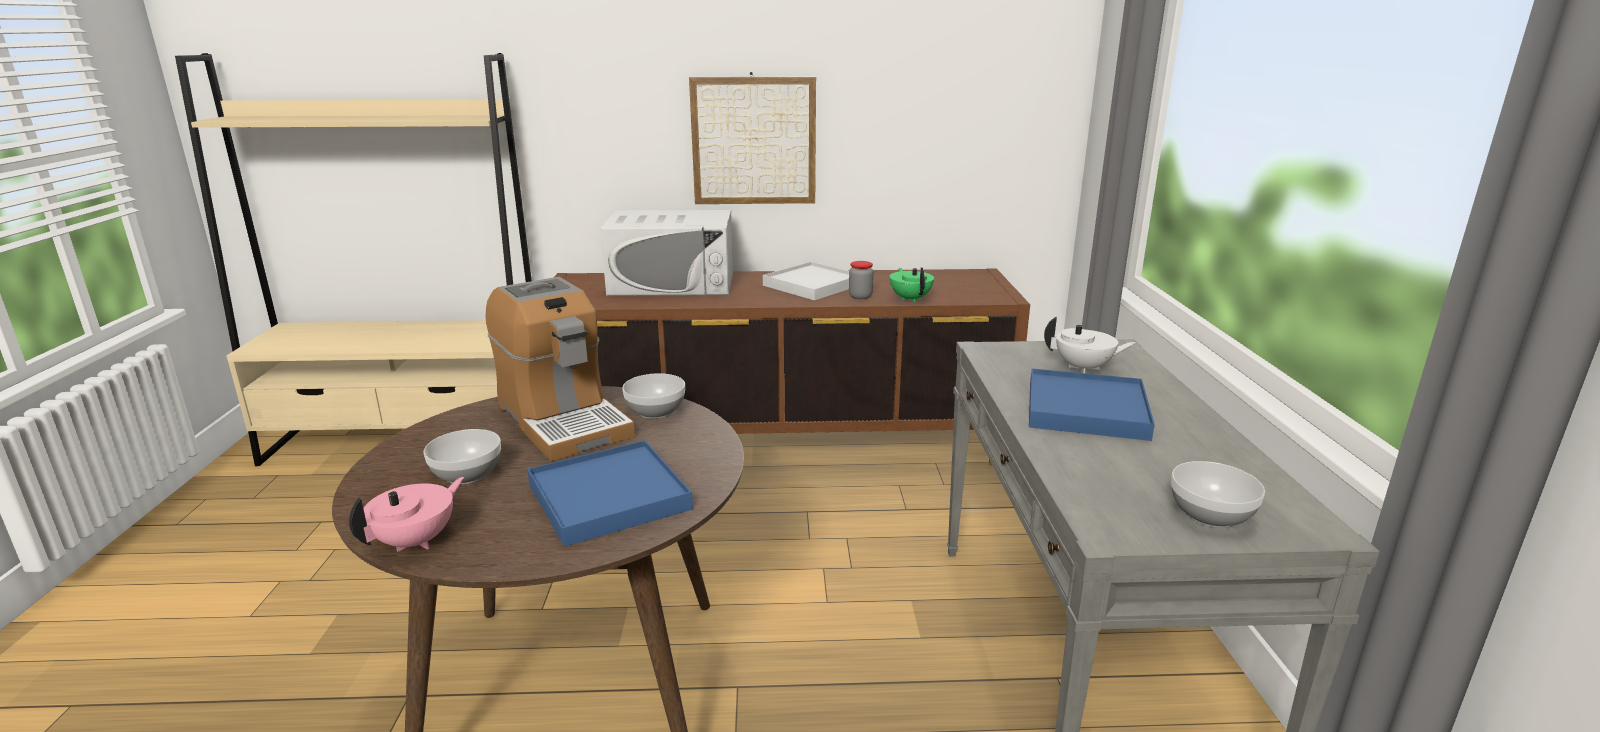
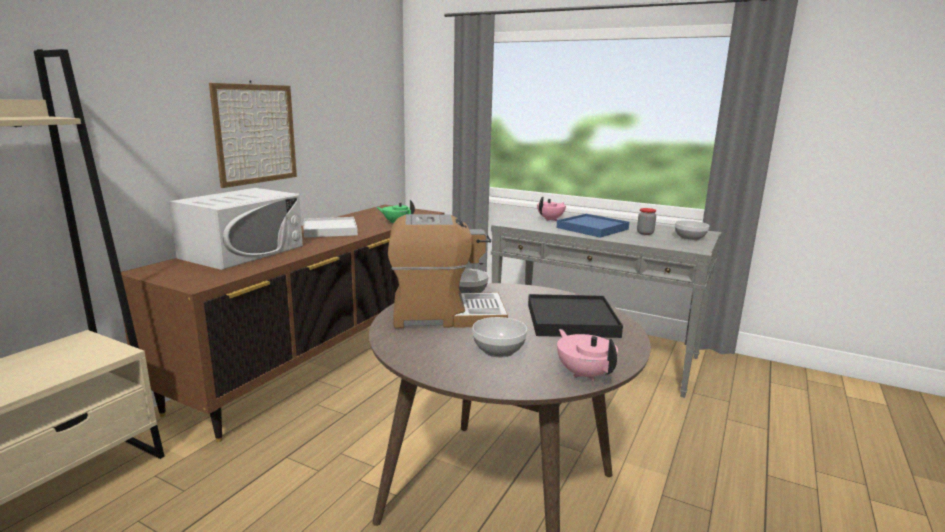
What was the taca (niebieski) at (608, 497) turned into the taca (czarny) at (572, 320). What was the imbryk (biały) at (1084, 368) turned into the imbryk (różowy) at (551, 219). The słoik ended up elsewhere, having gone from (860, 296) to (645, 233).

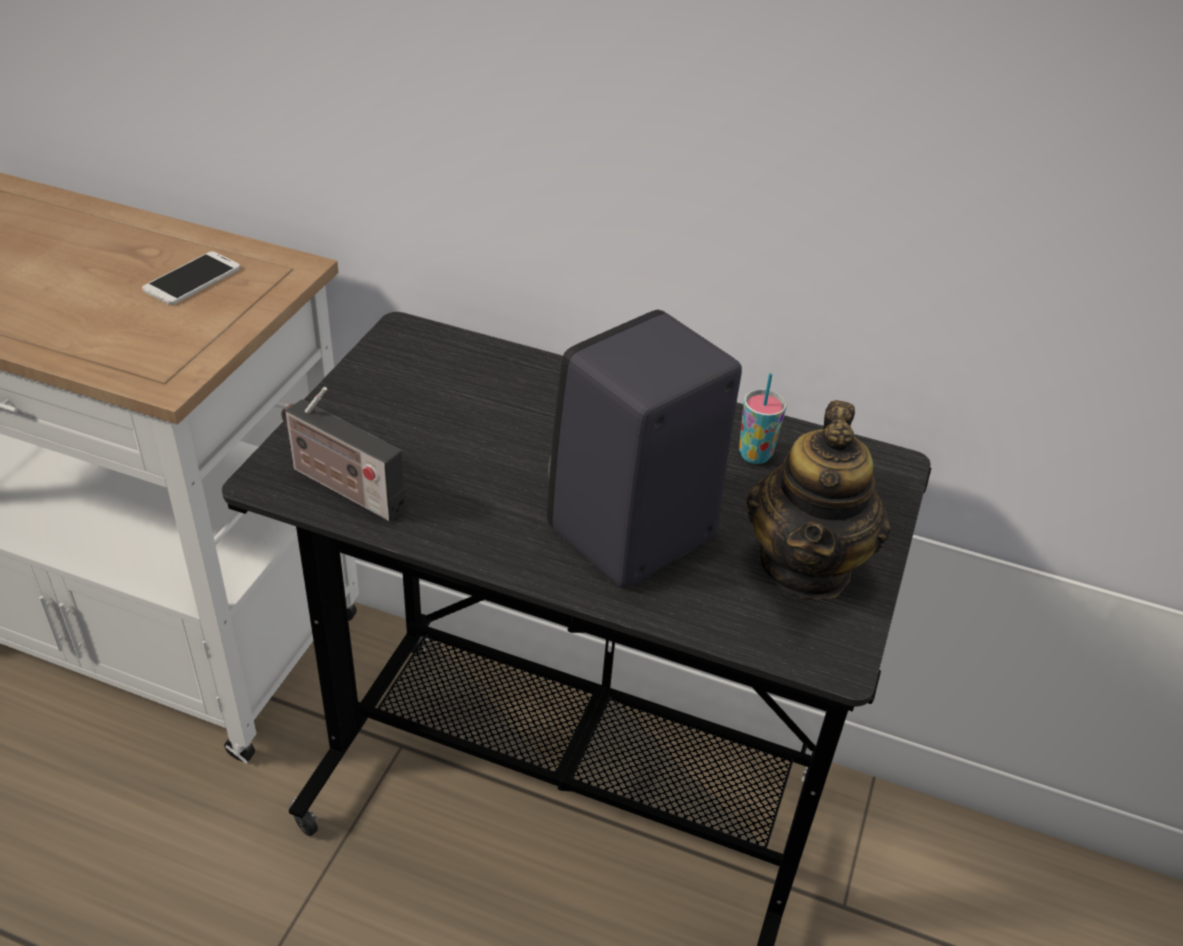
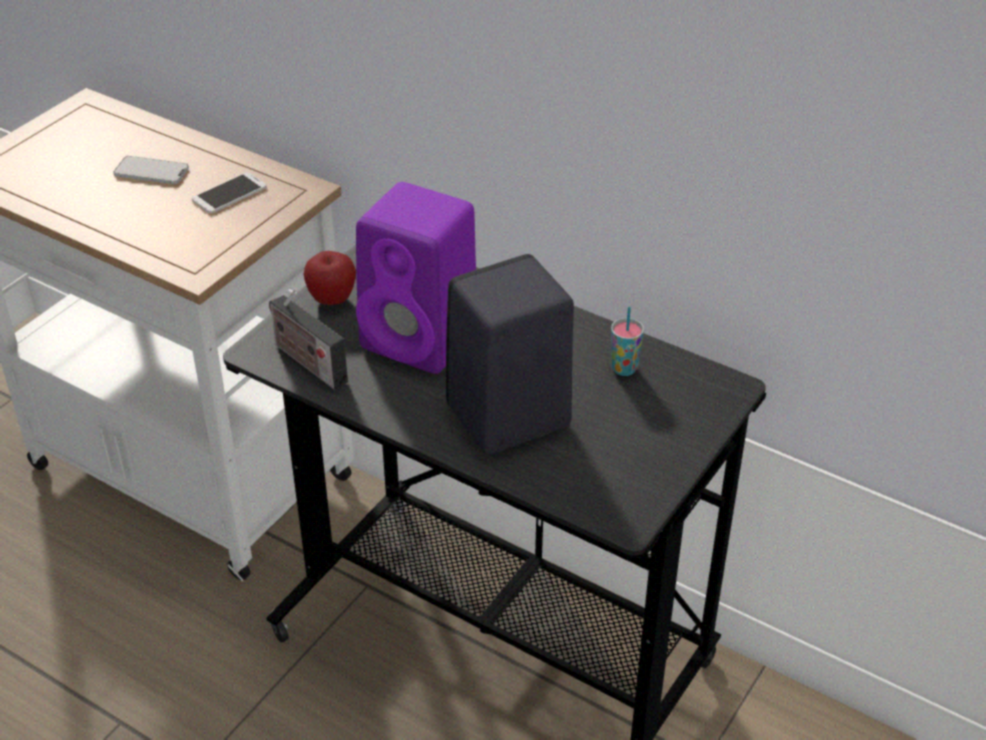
The second view gained the telefon at (151, 172). The second view gained the jabłko at (332, 300). The second view gained the głośnik (fioletowy) at (423, 339). The second view lost the imbryk at (806, 565).

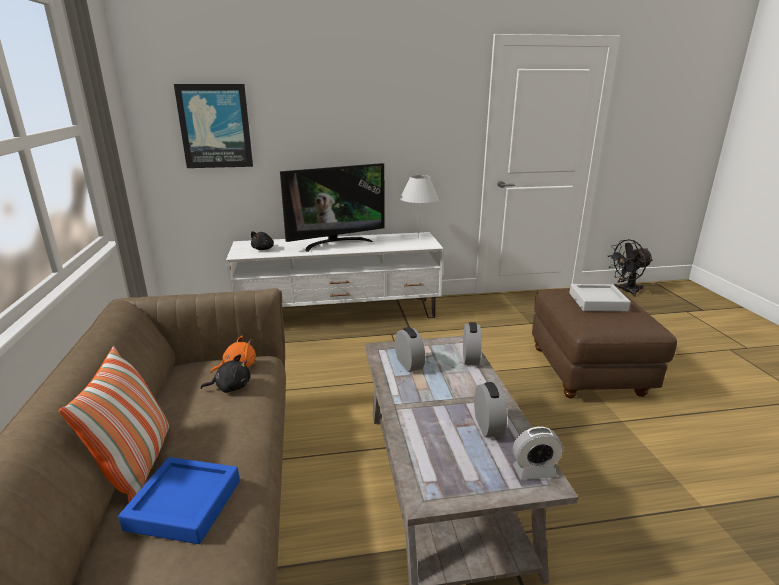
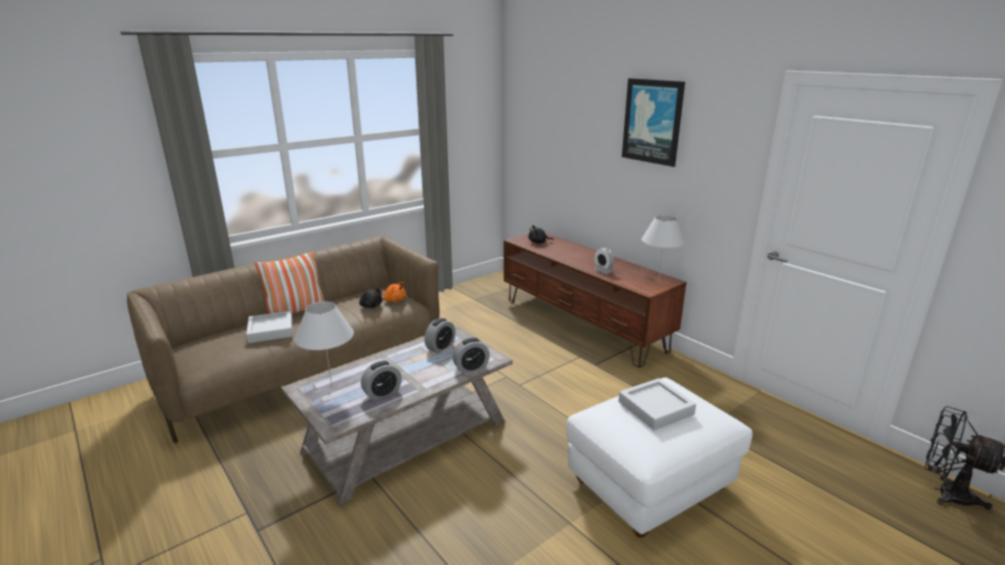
What was the taca (niebieski) at (184, 504) turned into the taca (szary) at (271, 331). The second view gained the lampa stołowa (biały) at (331, 386). What was the szafka pod telewizor (biały) at (340, 314) turned into the szafka pod telewizor (brązowy) at (582, 324). What was the pufa (brązowy) at (589, 371) turned into the pufa (biały) at (649, 487). The budzik ended up elsewhere, having gone from (534, 471) to (603, 271). The obraz ended up elsewhere, having gone from (215, 126) to (652, 121). The second view lost the telewizor at (335, 243).

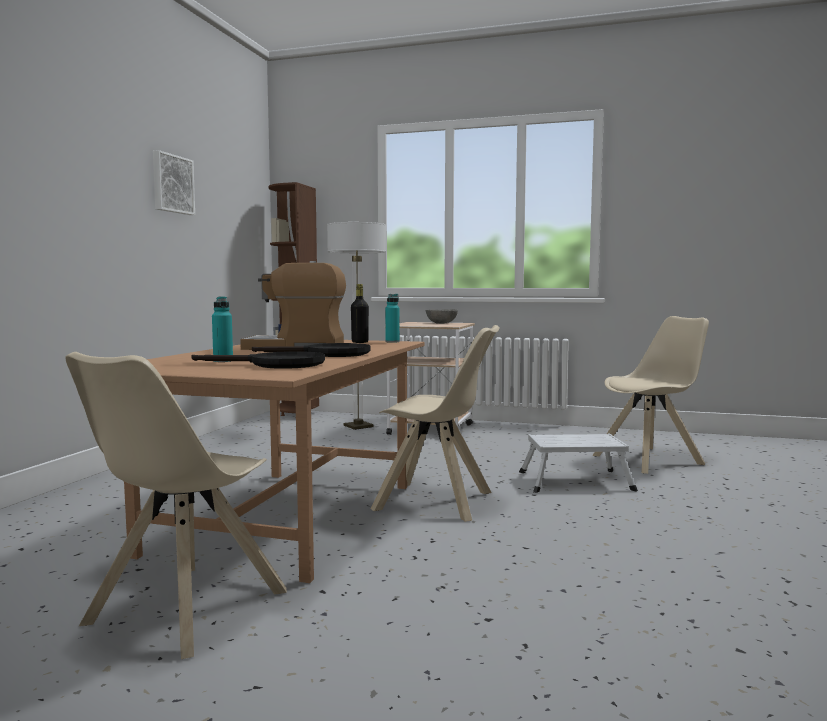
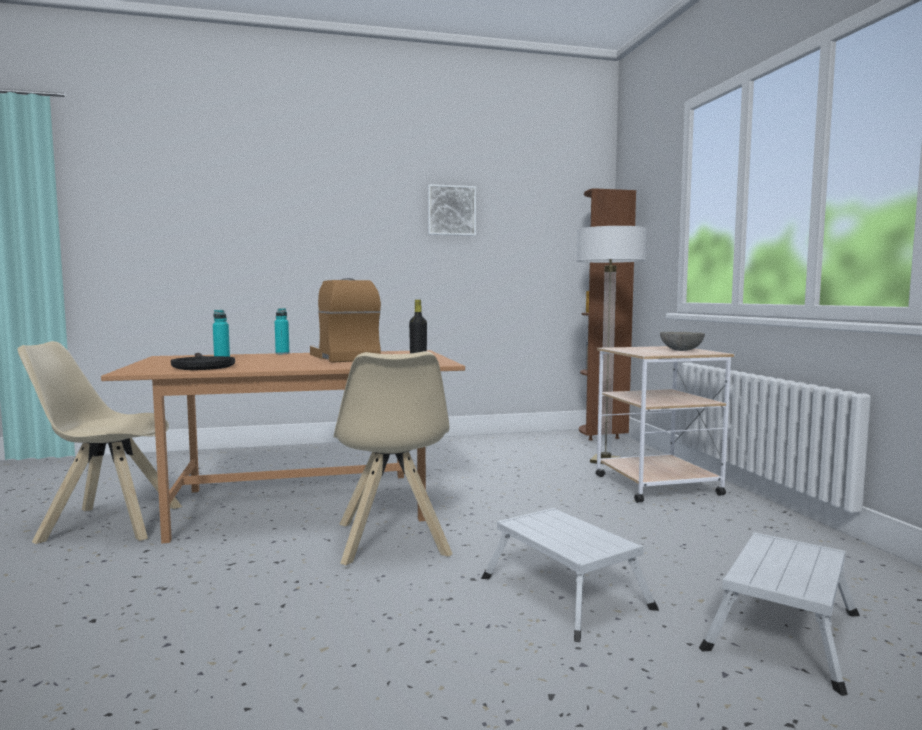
The butelka (turkusowy) ended up elsewhere, having gone from (392, 342) to (282, 353). Where the krzesło (beżowy) stood at (650, 460), the drabinka (biały) came to stand at (782, 632). The second view lost the patelnia (czarny) at (328, 354).

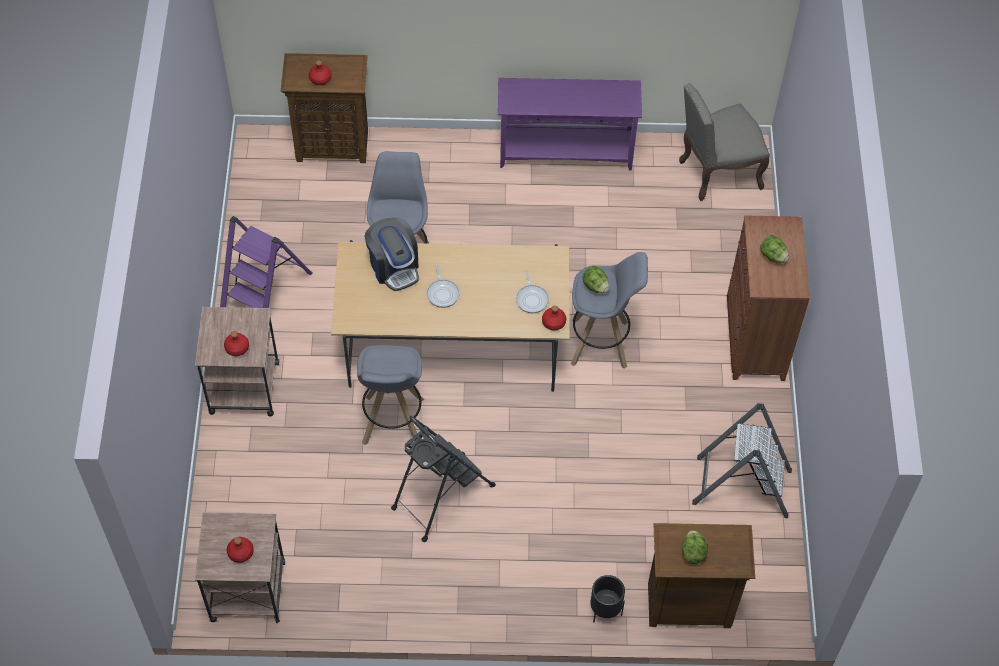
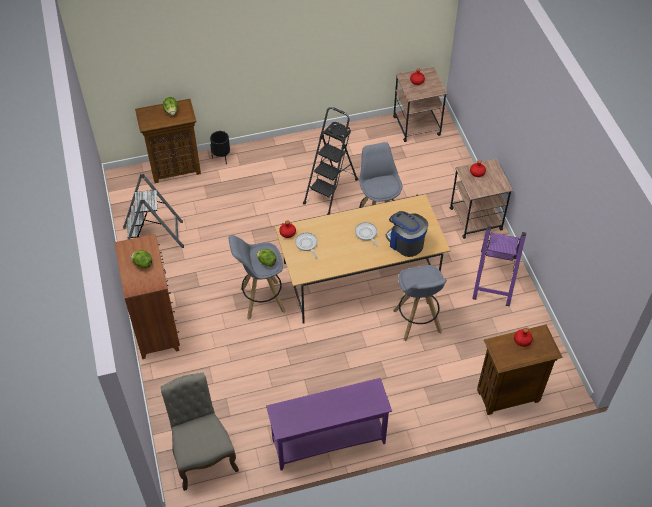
The krzesło (szary) at (717, 172) ended up facing another way, 75 degrees counterclockwise from before.

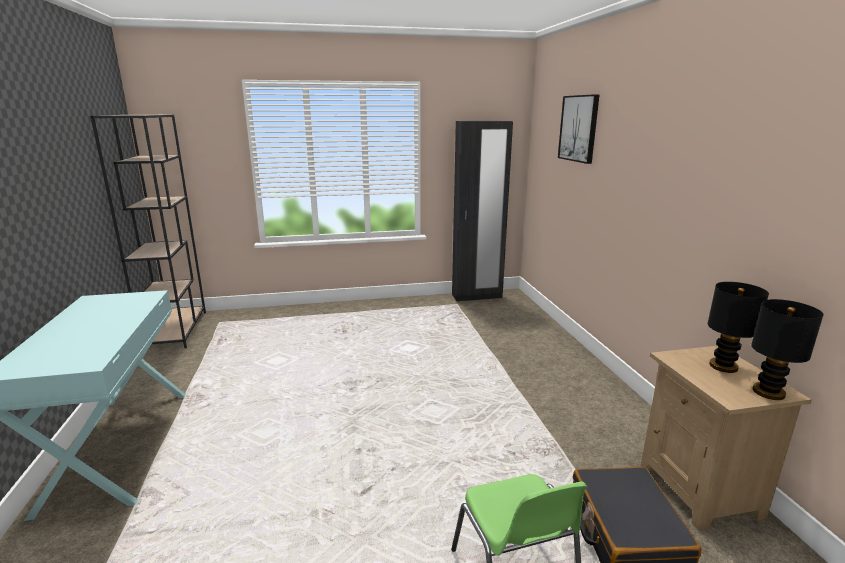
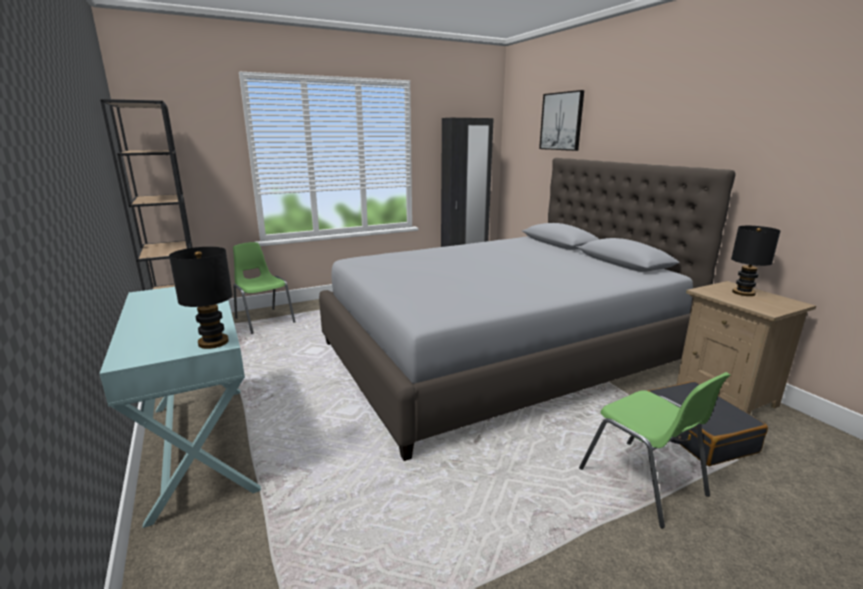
The lampa stołowa (czarny) ended up elsewhere, having gone from (767, 392) to (213, 342). The second view gained the krzesło (zielony) at (264, 320). The second view gained the łóżko (szary) at (500, 354).

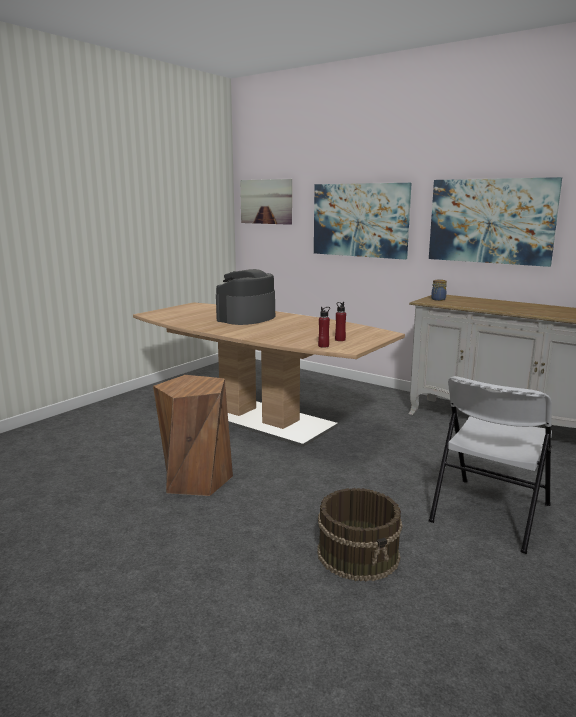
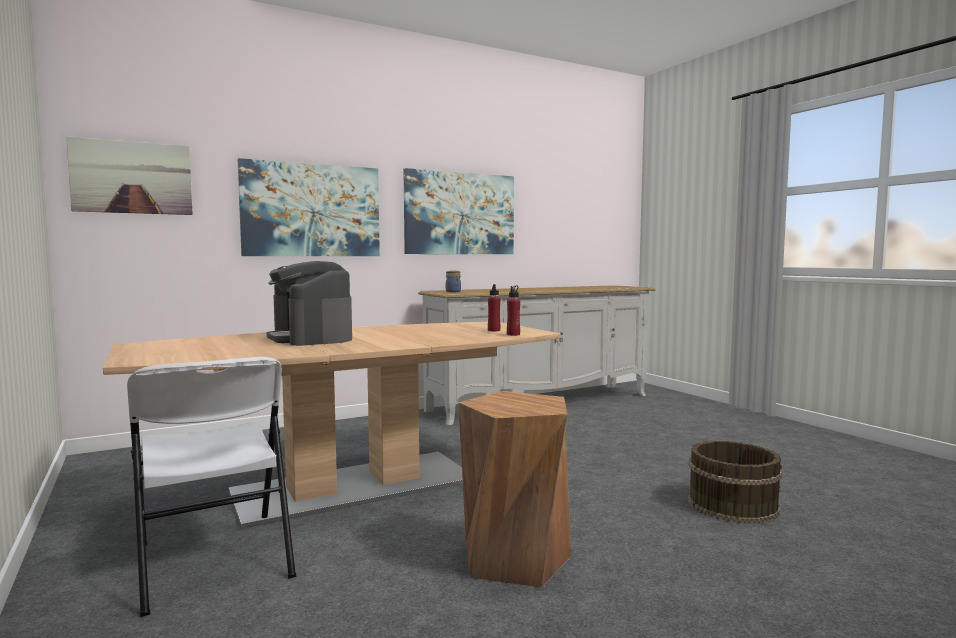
The krzesło (biały) ended up elsewhere, having gone from (490, 513) to (213, 561).

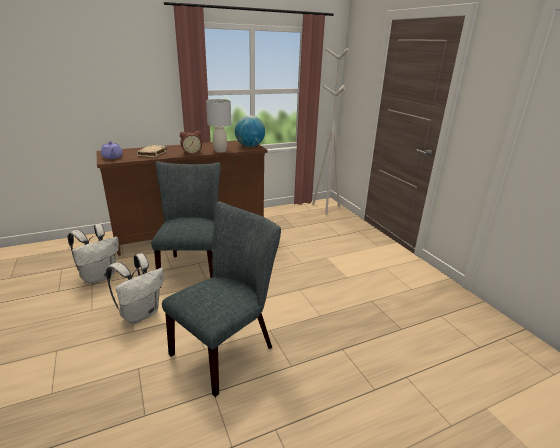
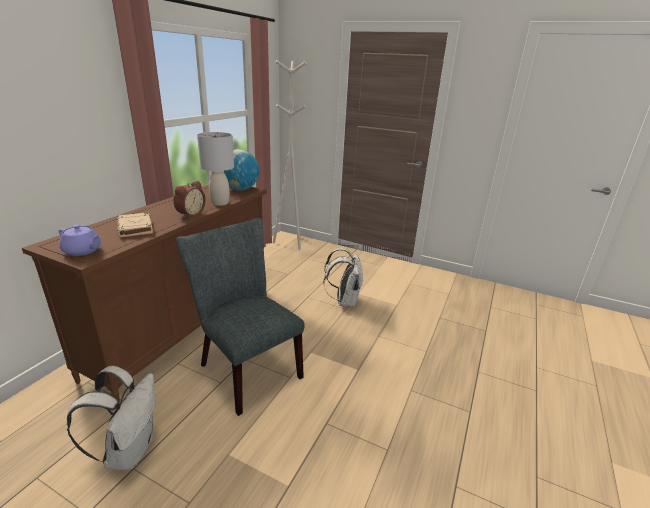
The plecak (biały) ended up elsewhere, having gone from (140, 313) to (344, 301). The second view lost the krzesło (szary) at (227, 348).

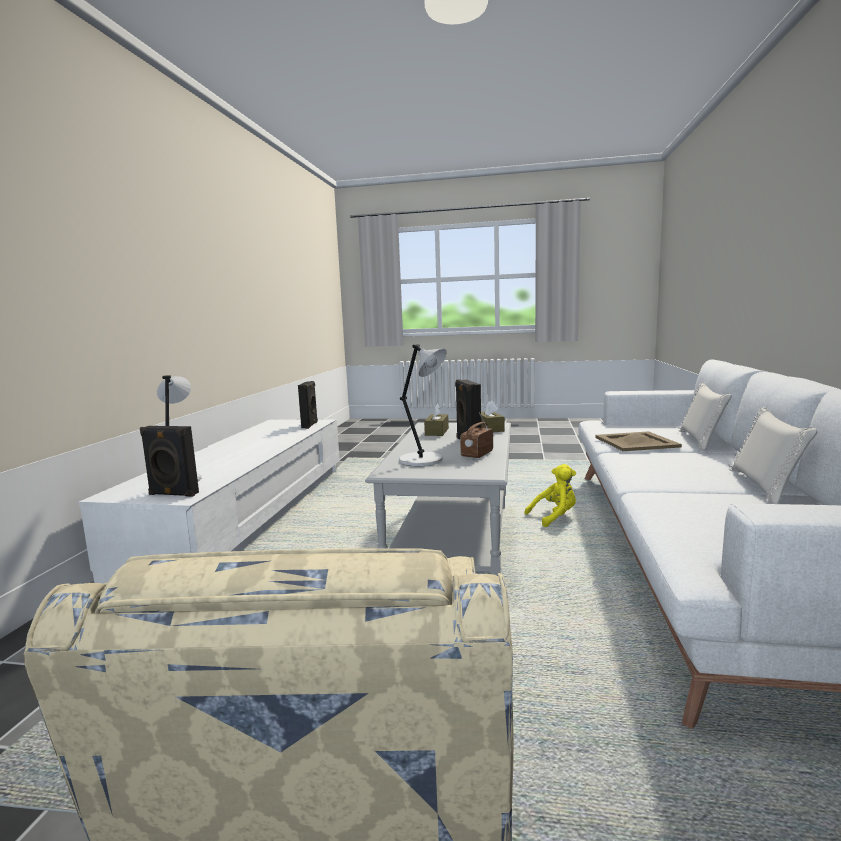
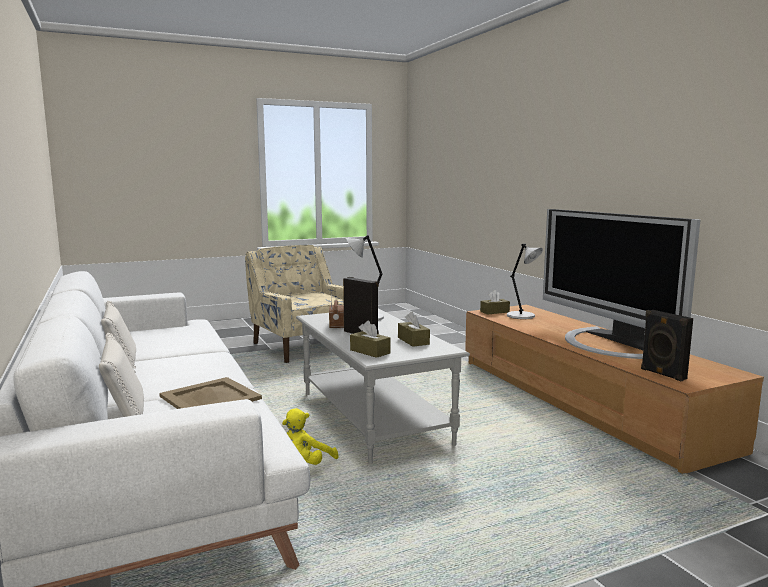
What was the szafka pod telewizor (biały) at (248, 514) turned into the szafka pod telewizor (brązowy) at (582, 400). Where the głośnik (czarny) stood at (172, 494), the pudełko chusteczek (brązowy) came to stand at (494, 312). The second view gained the telewizor at (611, 344).

